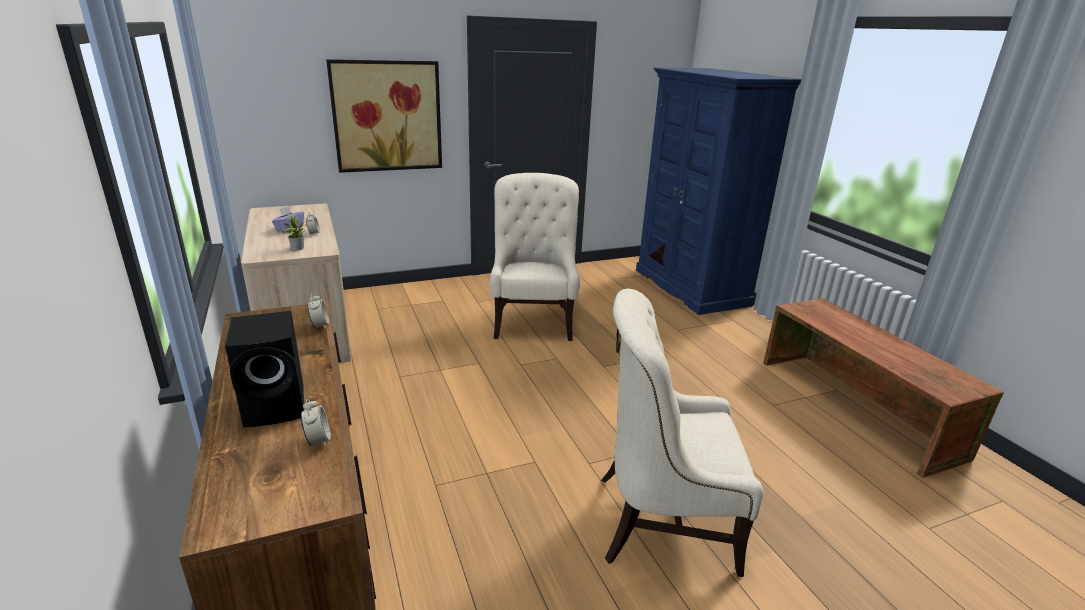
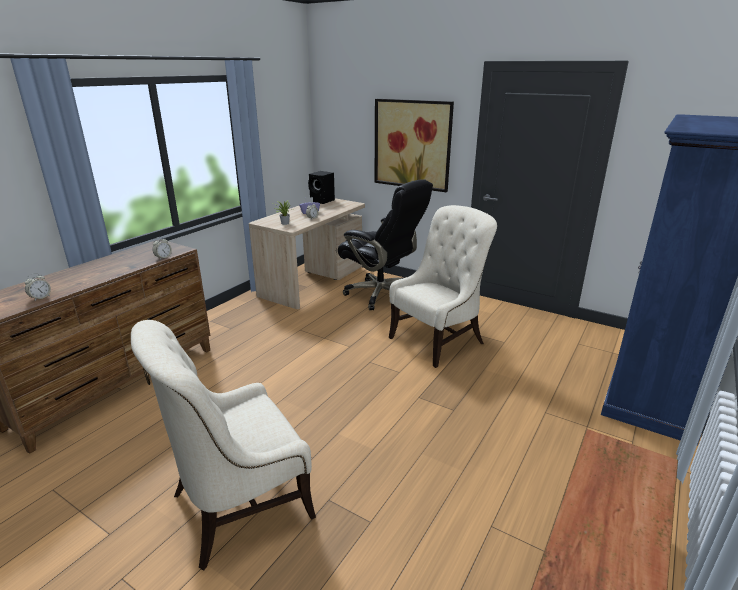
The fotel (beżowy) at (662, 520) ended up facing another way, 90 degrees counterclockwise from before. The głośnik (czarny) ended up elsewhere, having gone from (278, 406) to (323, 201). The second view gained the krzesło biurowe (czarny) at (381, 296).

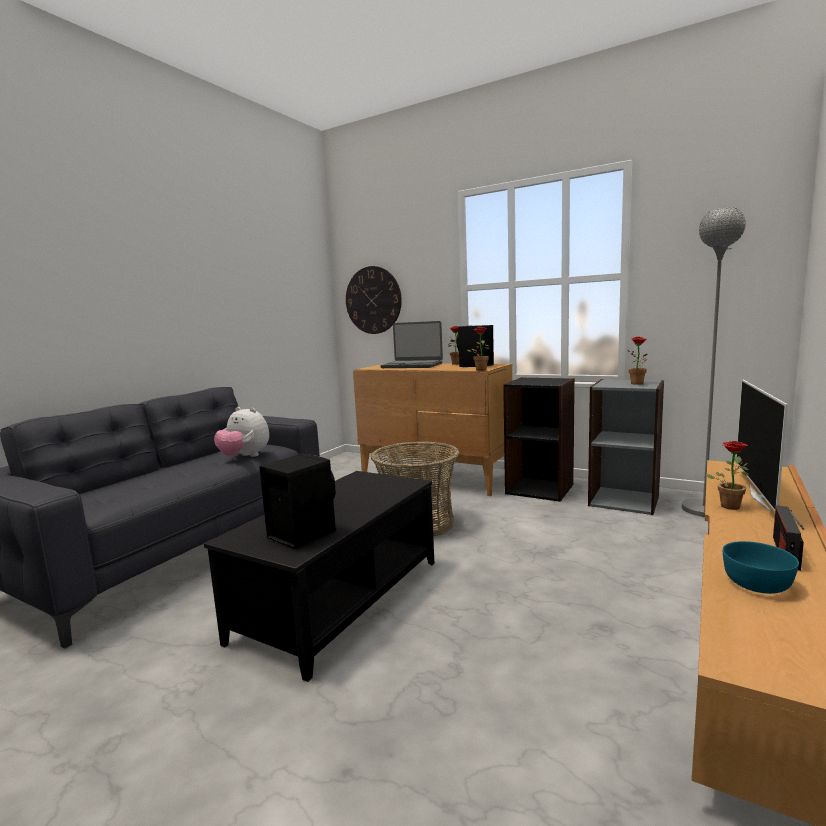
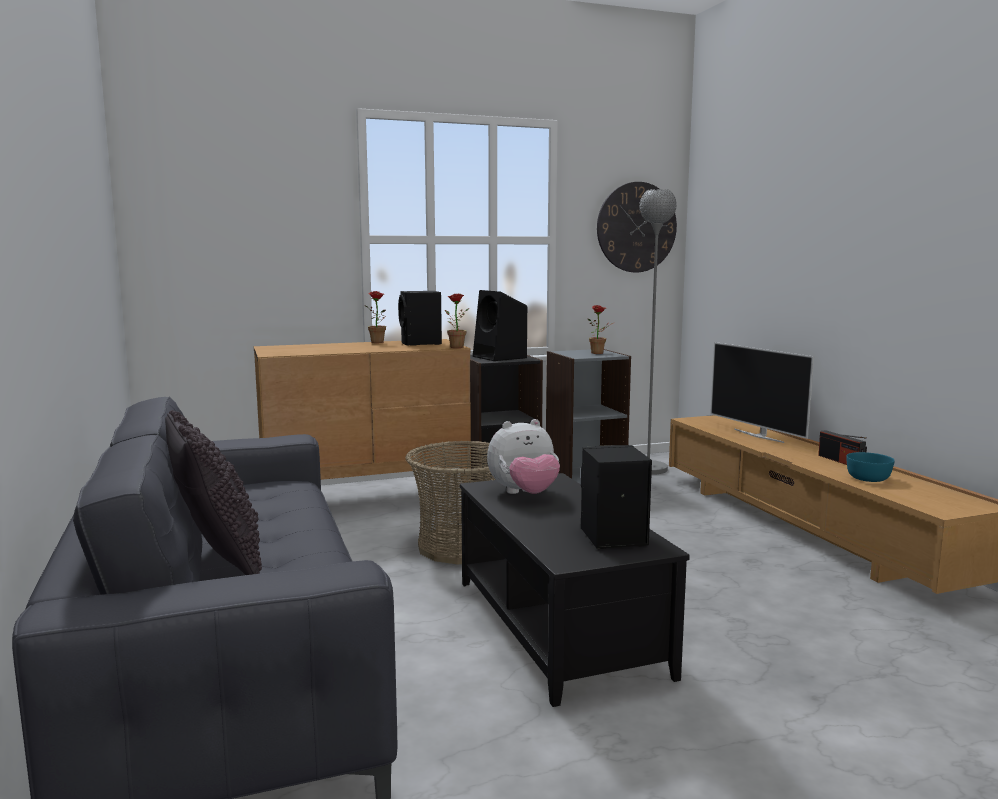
The second view gained the poduszka (czarny) at (220, 561). The second view gained the głośnik (czarny) at (500, 357). The pluszak ended up elsewhere, having gone from (245, 457) to (524, 494). The zegar ścienny ended up elsewhere, having gone from (373, 300) to (636, 227). The second view lost the laptop at (412, 365). The second view lost the roślina doniczkowa at (729, 505).

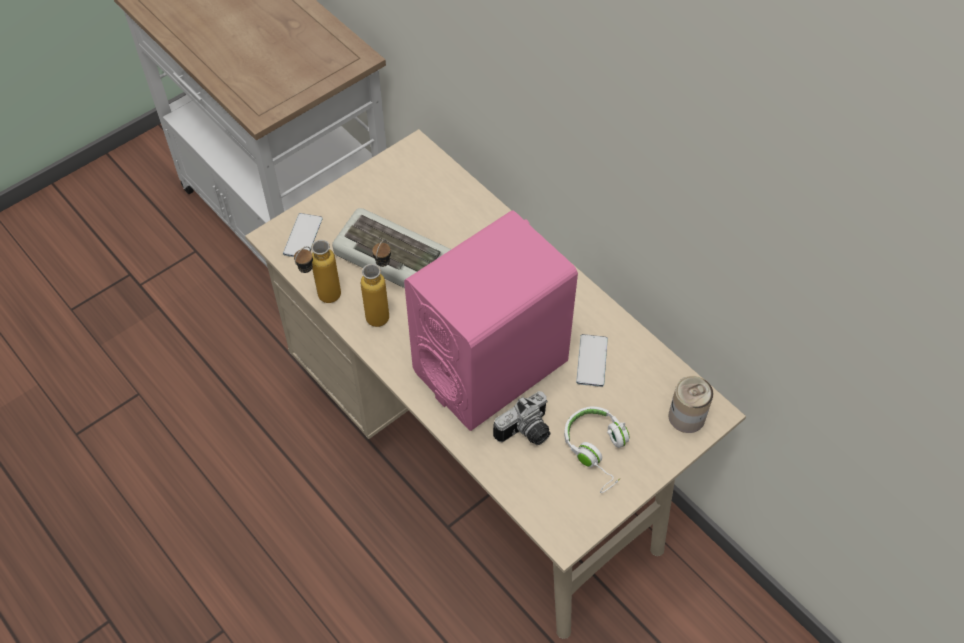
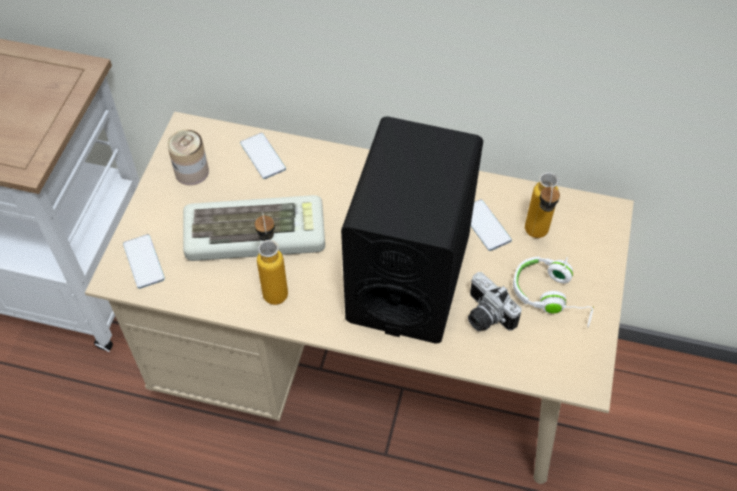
The puszka ended up elsewhere, having gone from (686, 417) to (192, 172). The second view gained the telefon at (263, 156). What was the głośnik (różowy) at (491, 366) turned into the głośnik (czarny) at (408, 278). The aparat fotograficzny at (527, 433) ended up facing another way, 120 degrees clockwise from before. The butelka ended up elsewhere, having gone from (322, 300) to (536, 237).

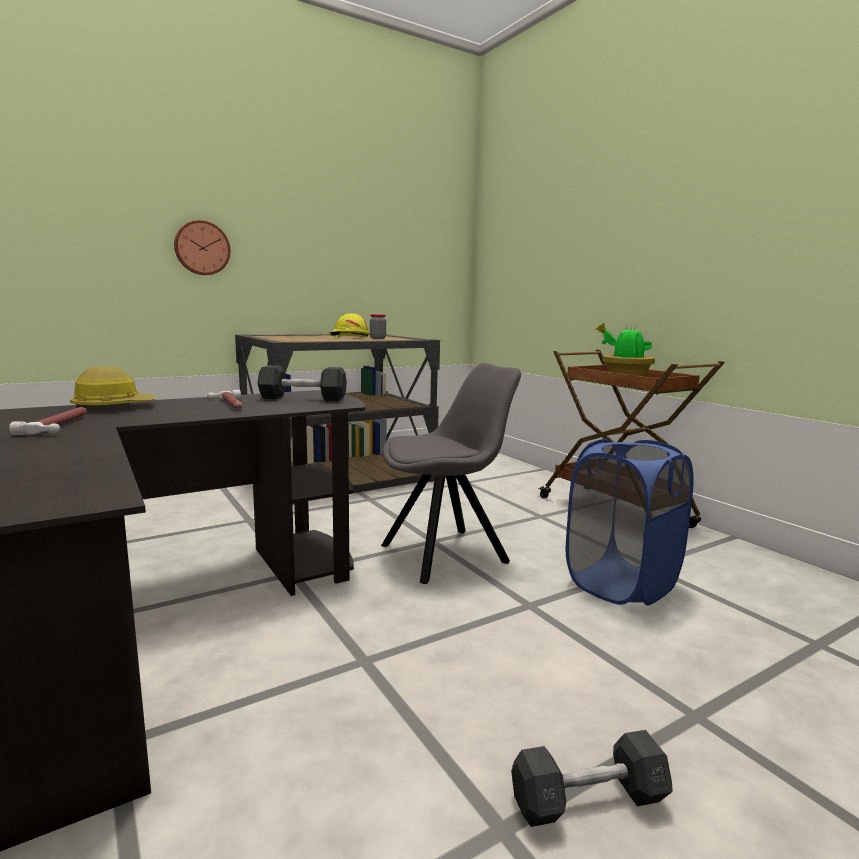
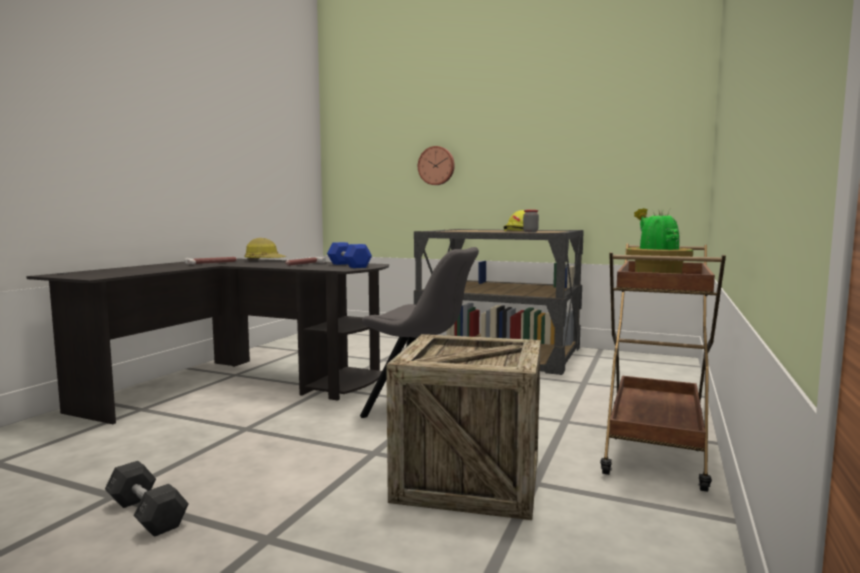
What was the hantel (szary) at (303, 398) turned into the hantel (niebieski) at (349, 265). Where the kosz na pranie (niebieski) stood at (621, 584), the skrzynka came to stand at (469, 477).

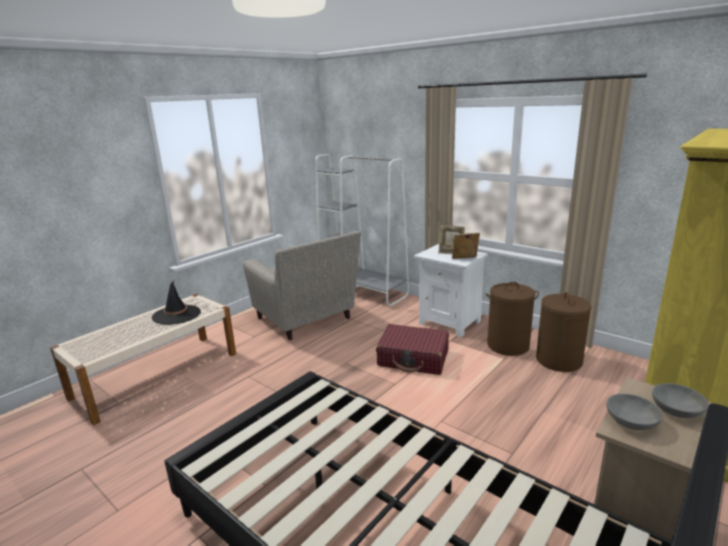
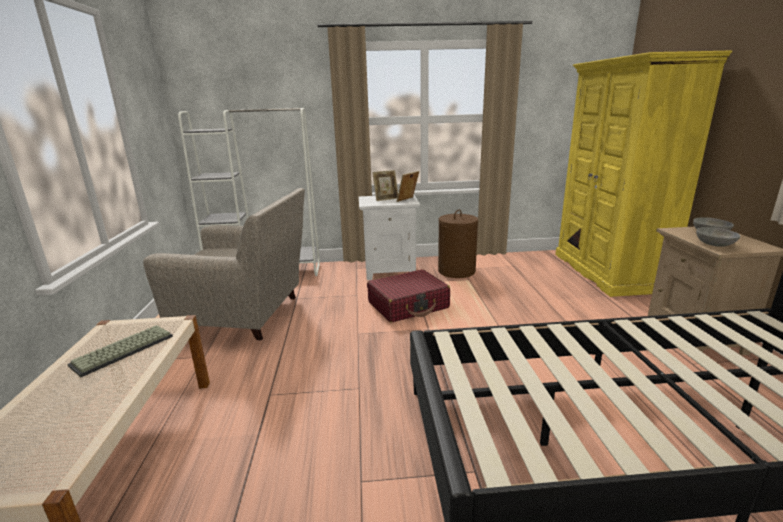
Where the kapelusz (czarny) stood at (176, 315), the klawiatura came to stand at (123, 351). The second view lost the kosz na pranie (brązowy) at (559, 360).

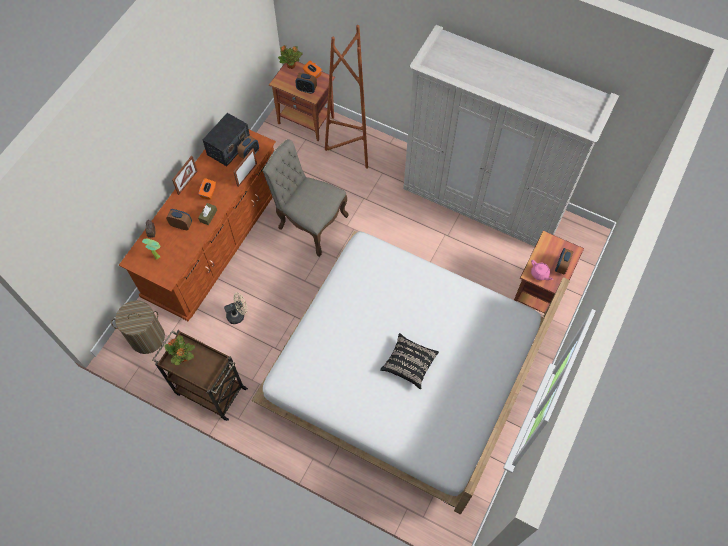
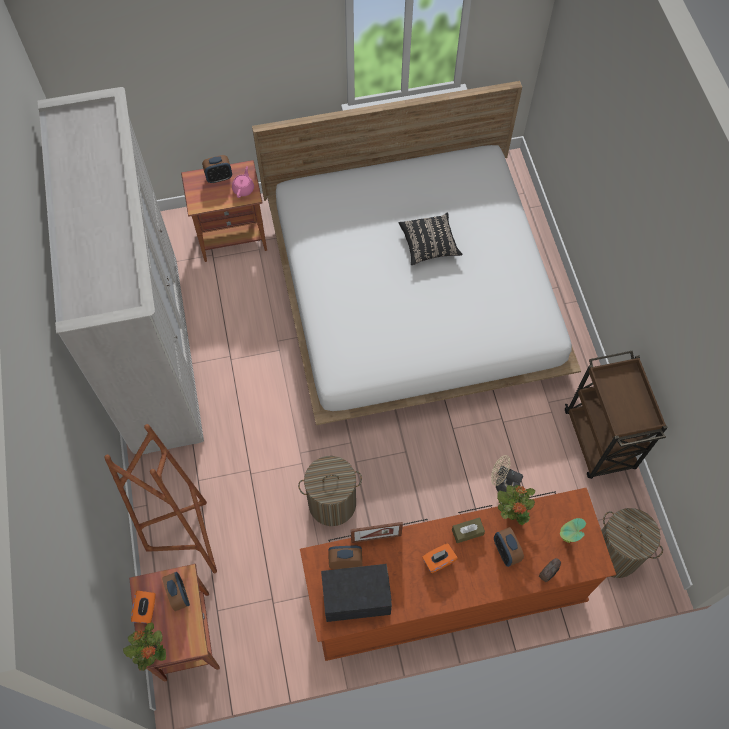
Where the krzesło (szary) stood at (310, 223), the kosz na pranie came to stand at (332, 503). The roślina doniczkowa ended up elsewhere, having gone from (183, 358) to (512, 511). The second view lost the ramka na zdjęcie at (187, 182).

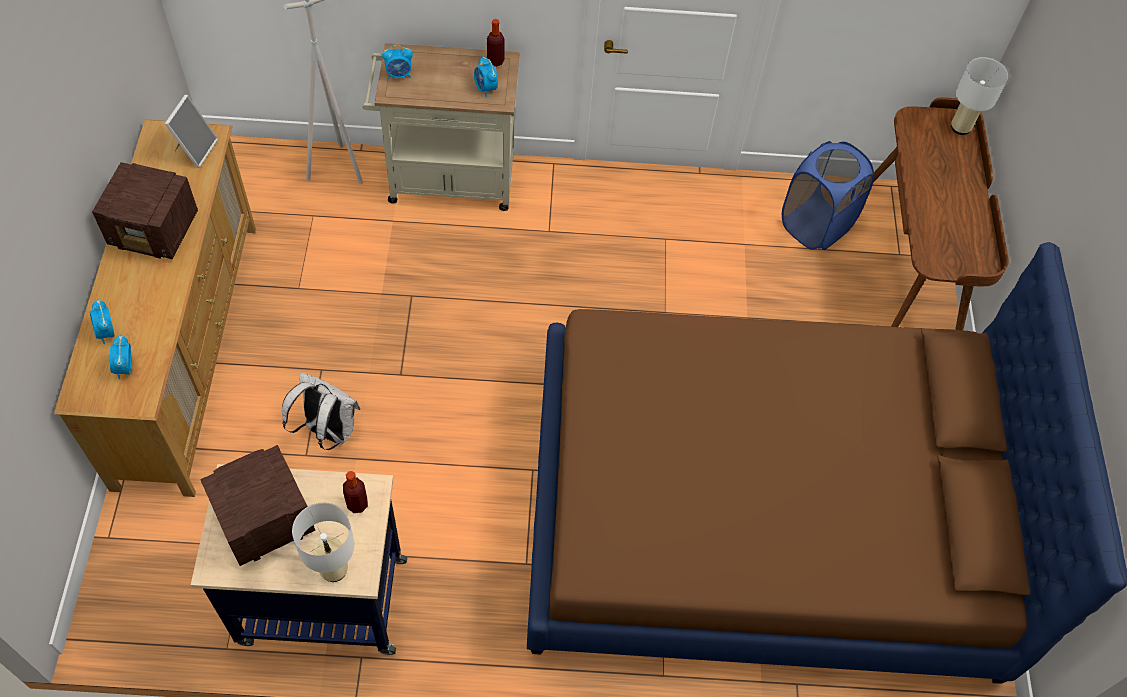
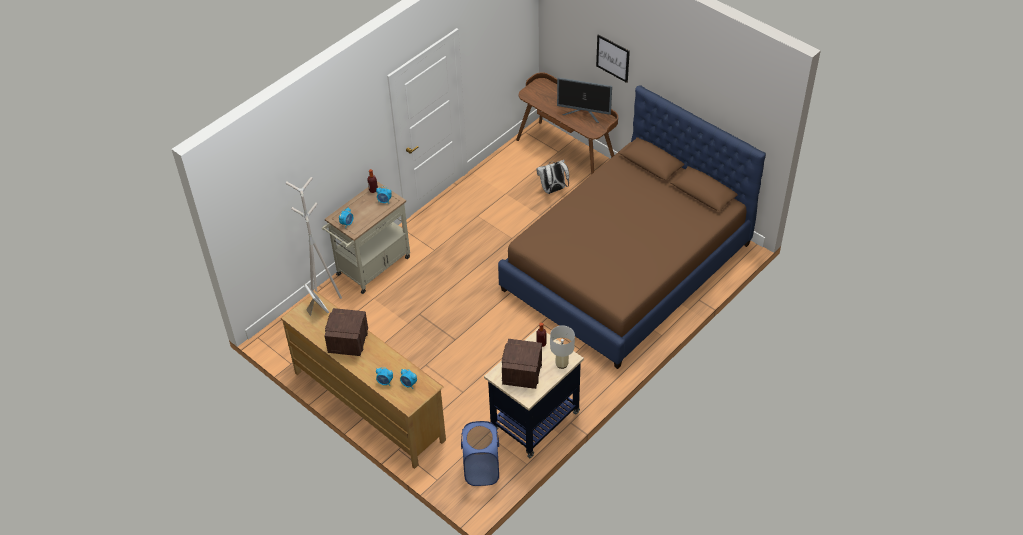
The radio at (155, 231) ended up facing another way, 135 degrees clockwise from before. The kosz na pranie (niebieski) ended up elsewhere, having gone from (816, 225) to (481, 470). The plecak (biały) ended up elsewhere, having gone from (327, 431) to (553, 190). The second view gained the monitor at (584, 114). The second view gained the obraz at (613, 58). The second view lost the lampa stołowa (biały) at (960, 128).

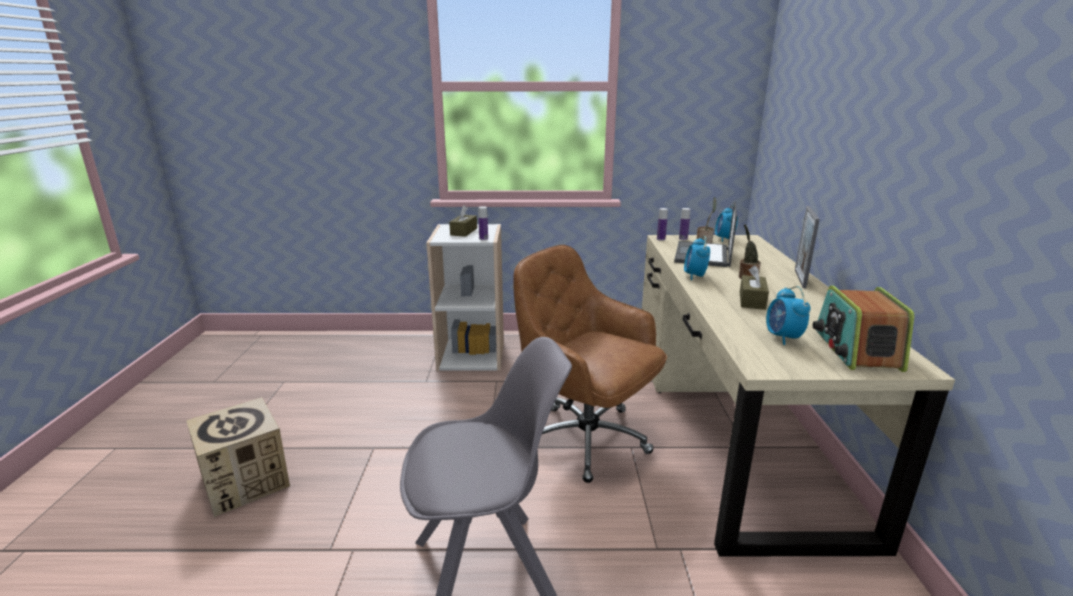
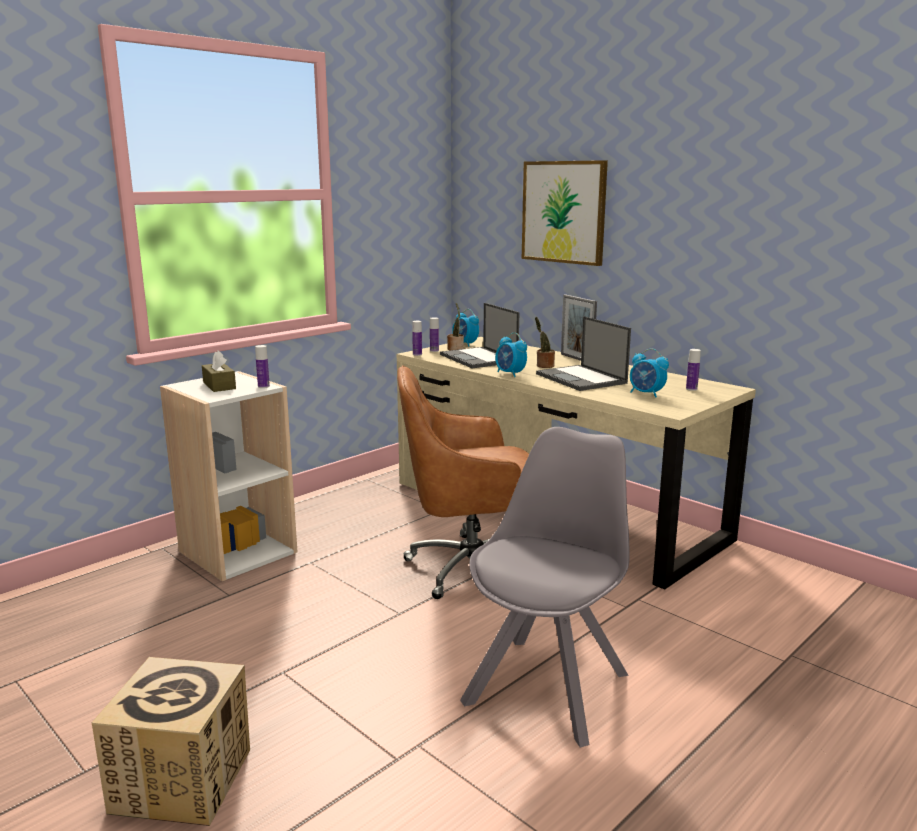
The second view gained the obraz at (564, 212). Where the pudełko chusteczek (brązowy) stood at (752, 300), the laptop came to stand at (582, 379). Where the radio stood at (855, 350), the butelka came to stand at (691, 389).

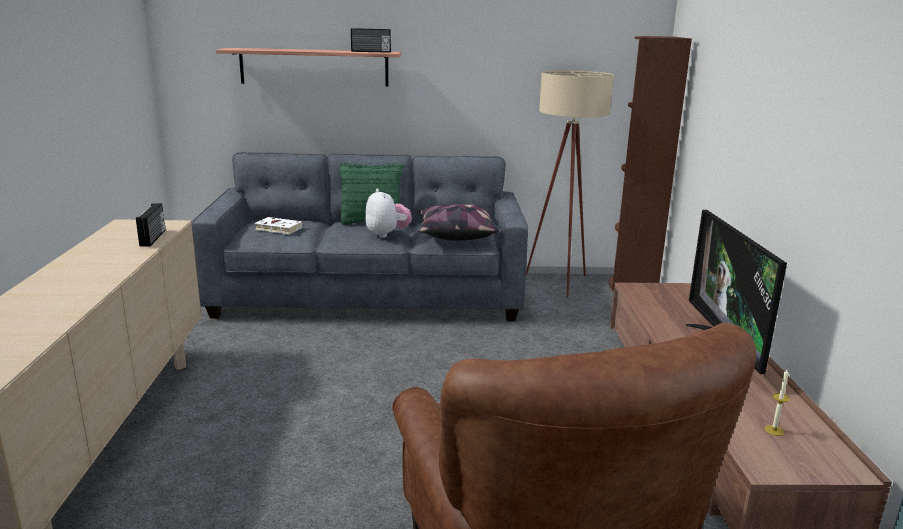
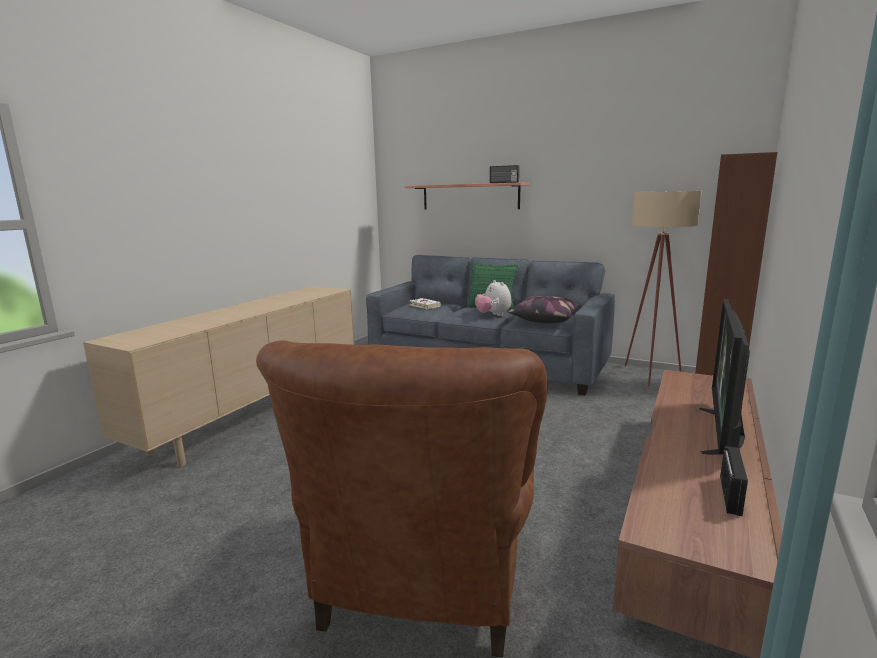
The pluszak at (387, 234) ended up facing another way, 150 degrees clockwise from before. The radio ended up elsewhere, having gone from (154, 238) to (732, 496). The second view lost the świeca at (774, 430).

